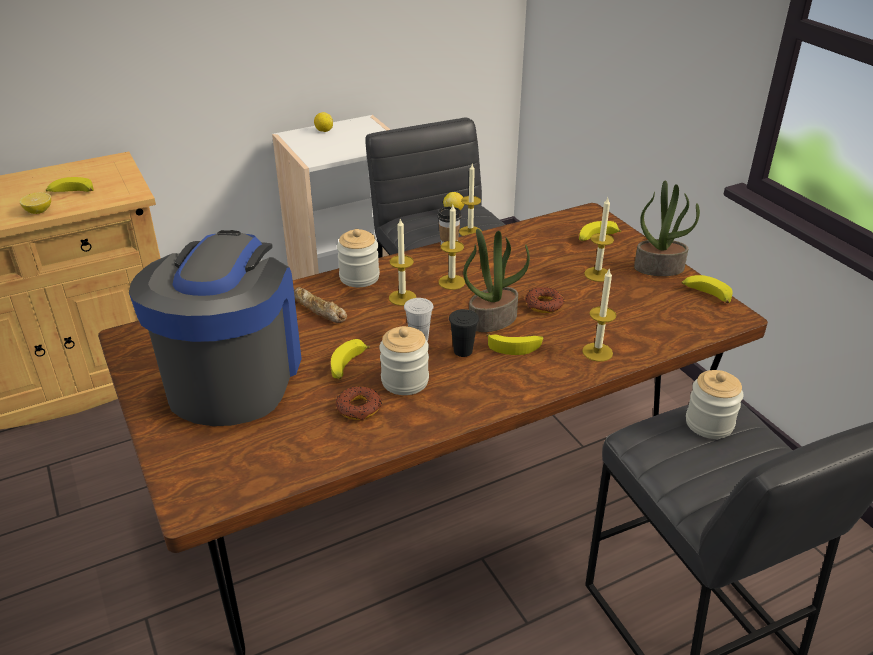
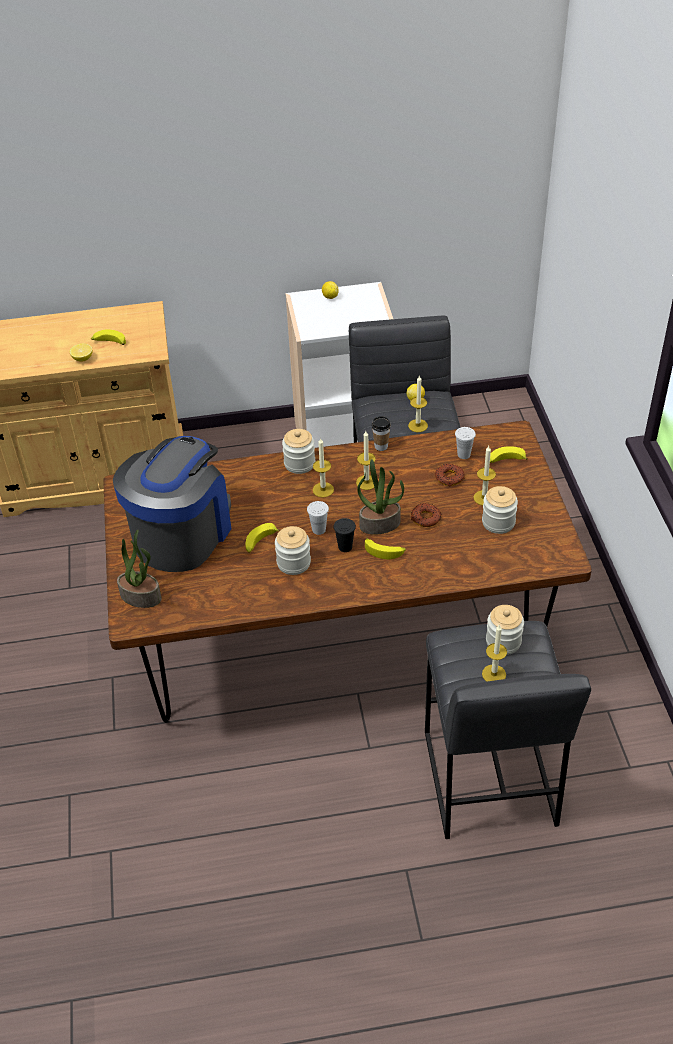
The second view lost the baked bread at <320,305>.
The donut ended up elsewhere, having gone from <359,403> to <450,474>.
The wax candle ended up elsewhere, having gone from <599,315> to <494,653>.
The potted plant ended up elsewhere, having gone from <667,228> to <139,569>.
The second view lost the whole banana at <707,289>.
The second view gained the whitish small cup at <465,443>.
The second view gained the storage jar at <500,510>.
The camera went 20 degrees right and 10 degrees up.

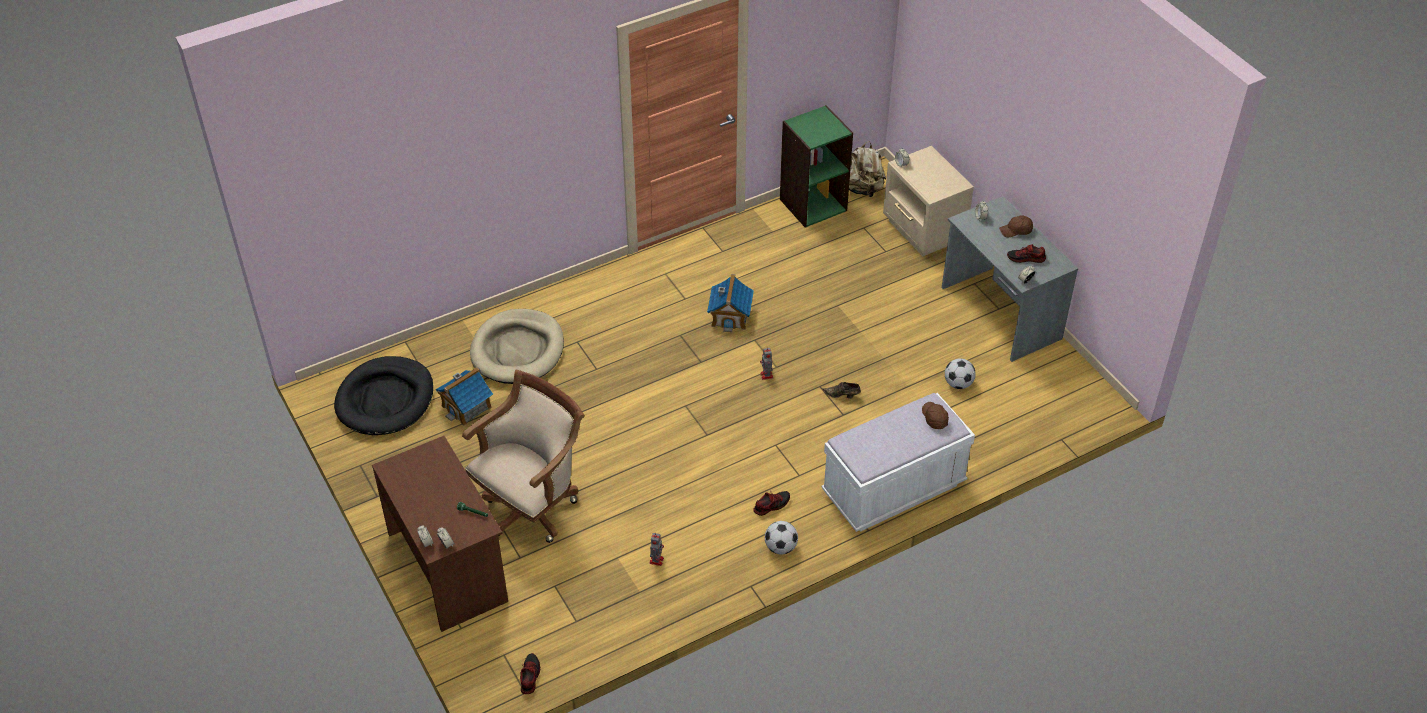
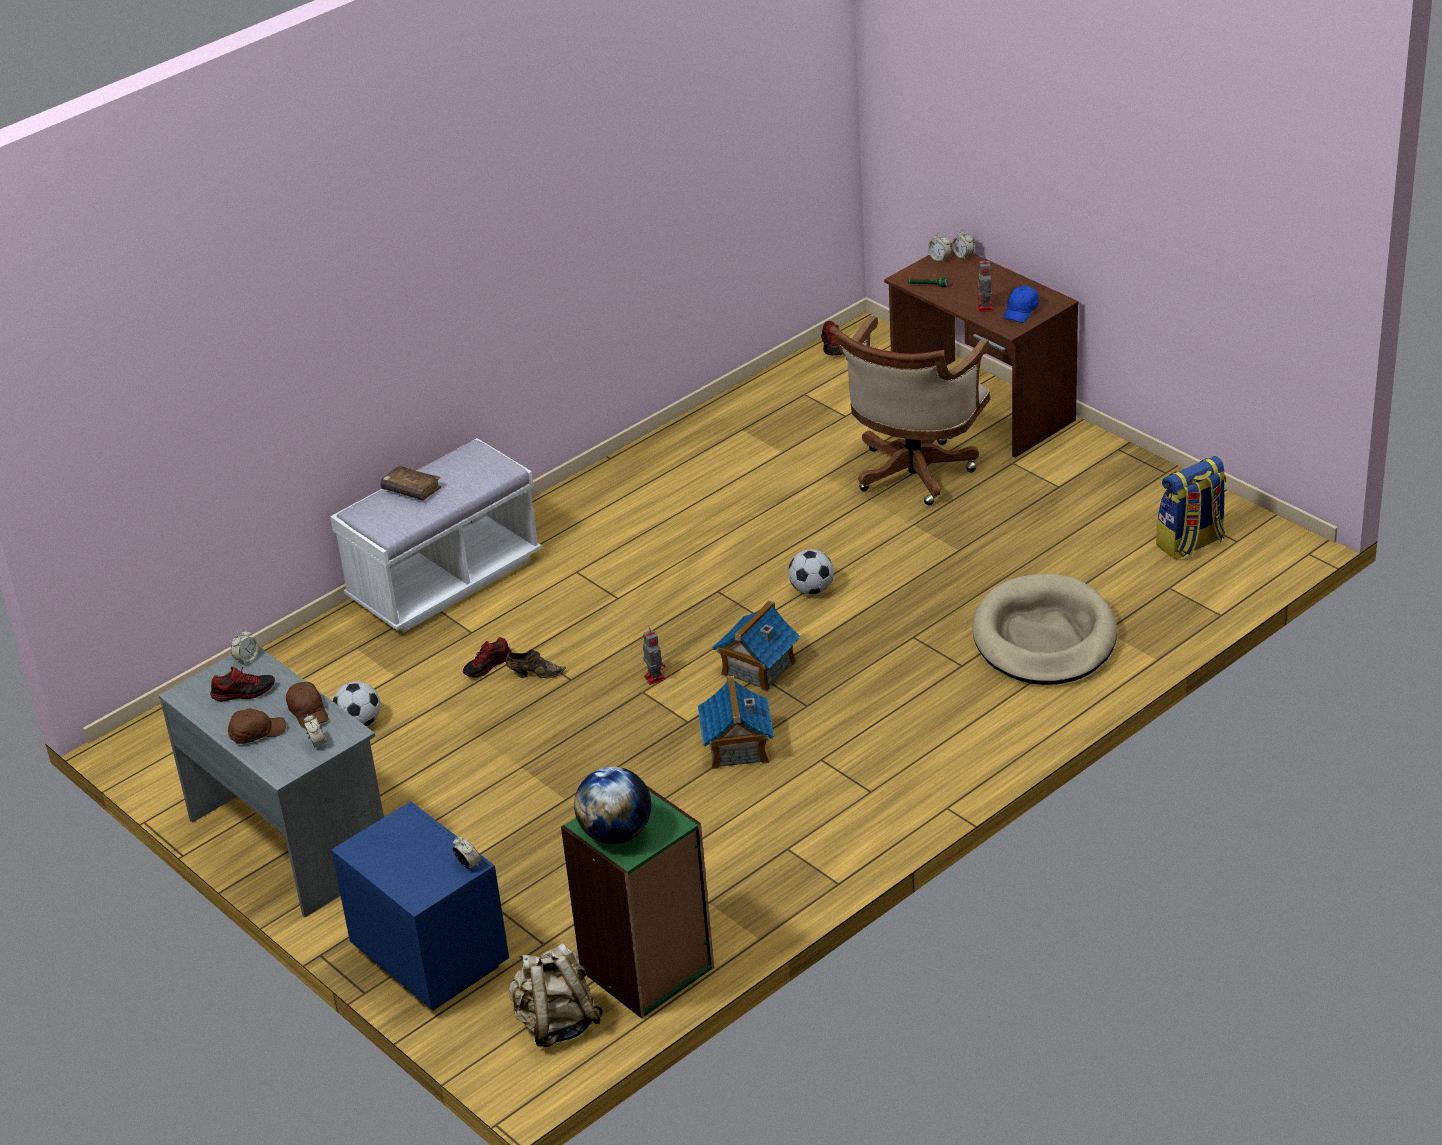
Where the blackish dog bed stood at <383,395>, the backpack came to stand at <1191,508>.
The model house ended up elsewhere, having gone from <464,396> to <756,646>.
The robot figure ended up elsewhere, having gone from <656,549> to <985,286>.
The item of footwear ended up elsewhere, having gone from <771,503> to <487,657>.
The football ball ended up elsewhere, having gone from <781,538> to <811,572>.
What was the sand-coloured nightstand at <928,201> turned into the blue nightstand at <420,906>.
The brown-coloured cap ended up elsewhere, having gone from <935,415> to <307,705>.
The second view gained the brown-coloured book at <411,482>.
The second view gained the globe at <612,805>.
The second view gained the blue cap at <1021,304>.
The camera went 170 degrees right and 10 degrees down.

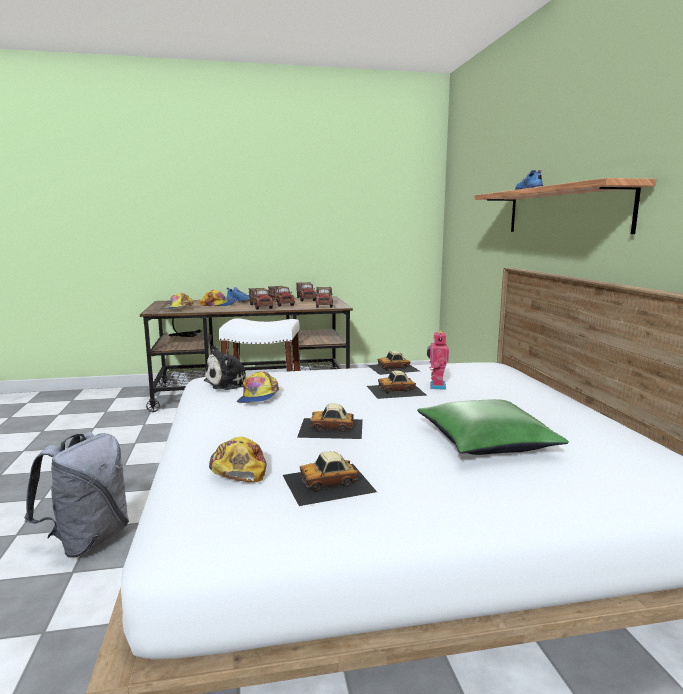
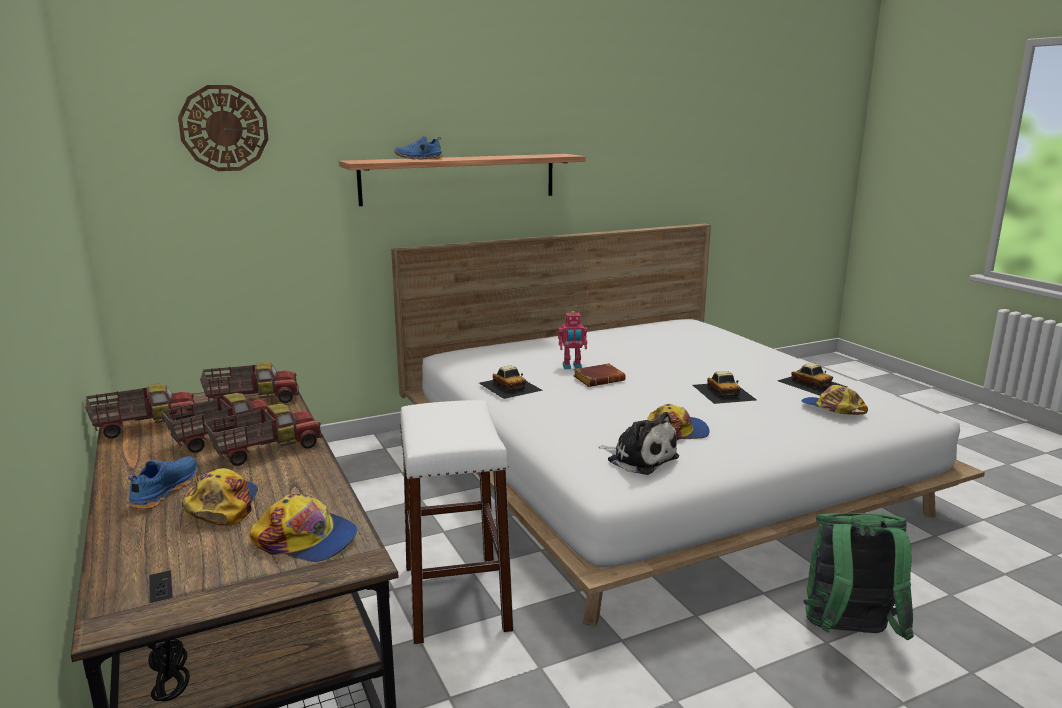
What was the grey backpack at <76,495> turned into the green-coloured backpack at <859,576>.
The cap at <238,460> ended up facing another way, 75 degrees clockwise from before.
Where the toy car stood at <397,385>, the brown-coloured book came to stand at <599,375>.
The second view lost the green-coloured pillow at <493,427>.
The second view gained the hanging clock at <223,128>.
The camera went 105 degrees left and 5 degrees up.

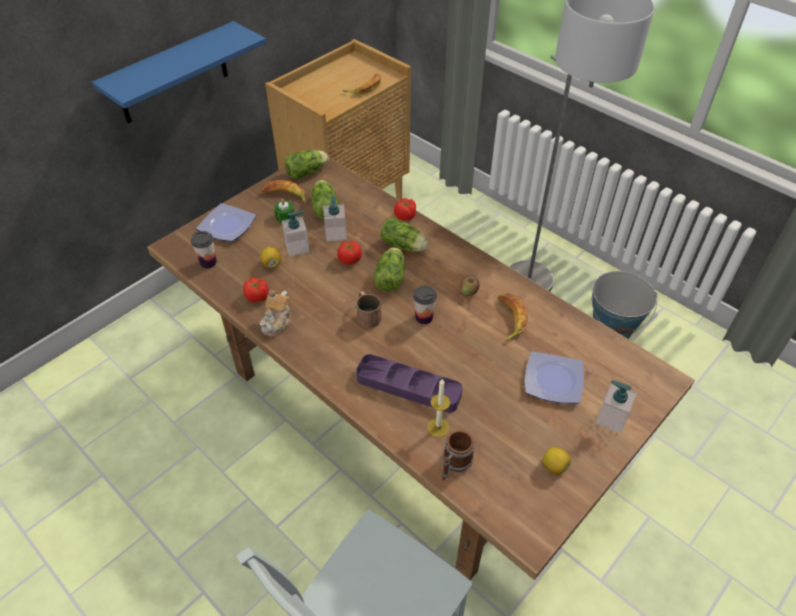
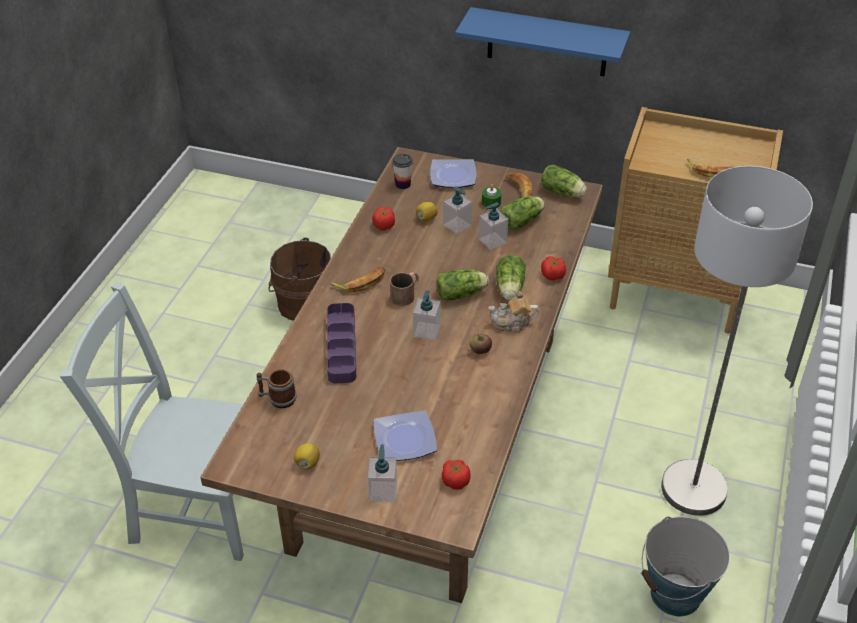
The pot for tea ended up elsewhere, having gone from <275,313> to <513,312>.
The whole tomato ended up elsewhere, having gone from <349,253> to <456,475>.
Where the small cup stood at <425,305>, the soap dispenser came to stand at <426,315>.
The second view lost the wax candle at <438,407>.
The whole banana ended up elsewhere, having gone from <513,317> to <357,279>.
The second view gained the brown-coloured pail at <299,279>.
The camera went 65 degrees right and 5 degrees down.

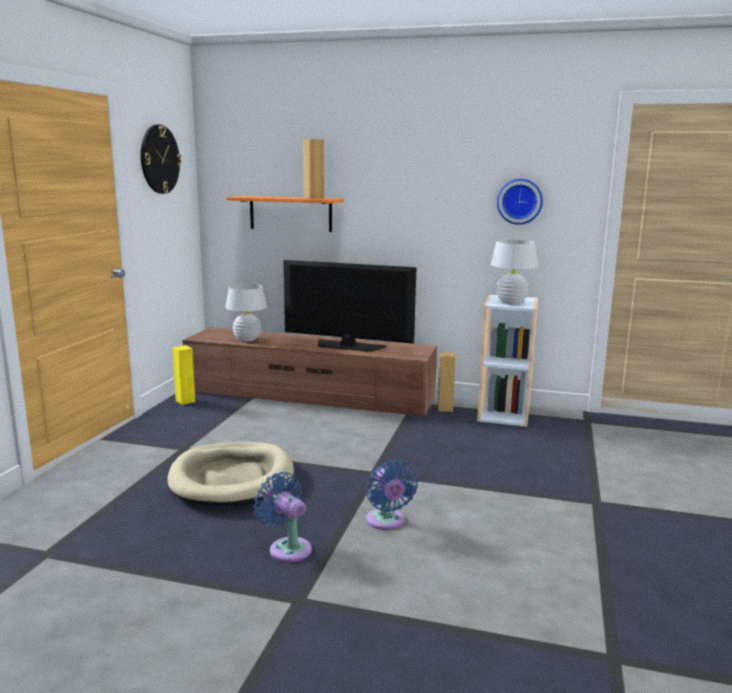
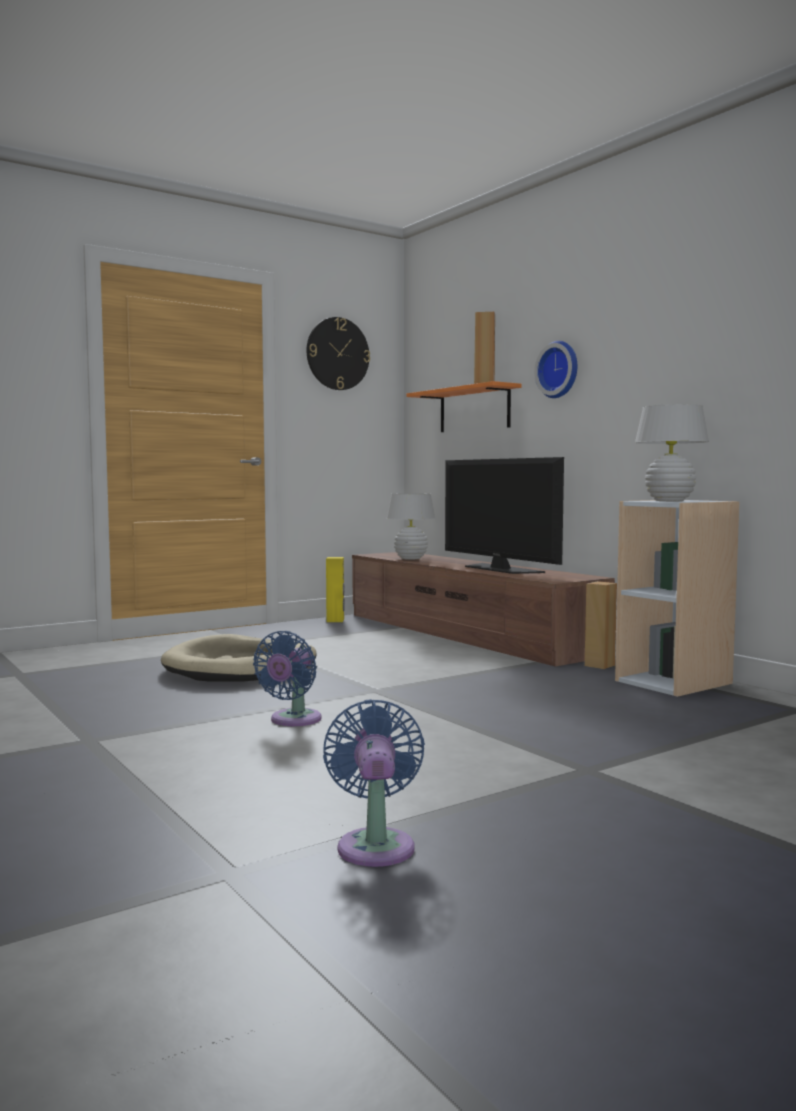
The blue electric fan ended up elsewhere, having gone from <282,517> to <374,783>.
The hanging clock ended up elsewhere, having gone from <520,202> to <555,369>.
The camera went 40 degrees right and 10 degrees down.

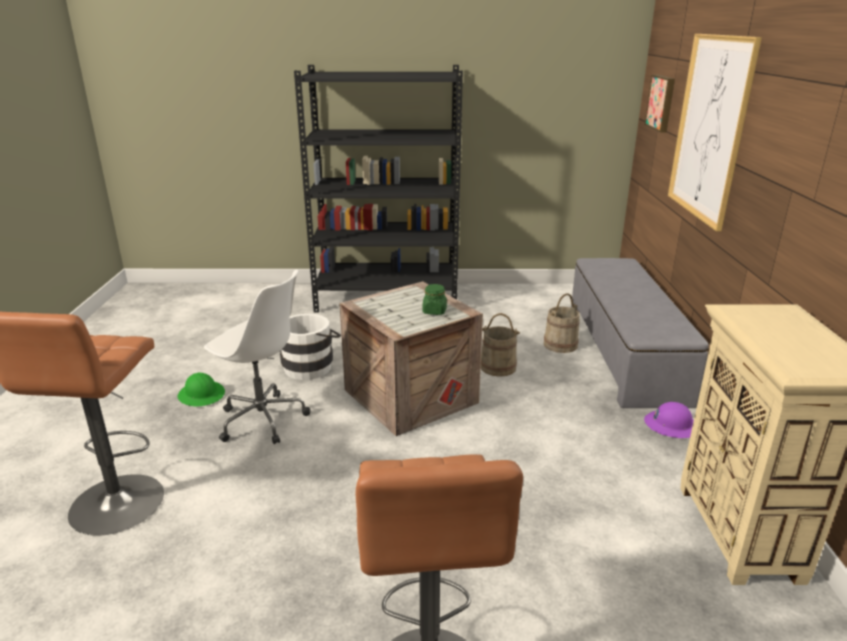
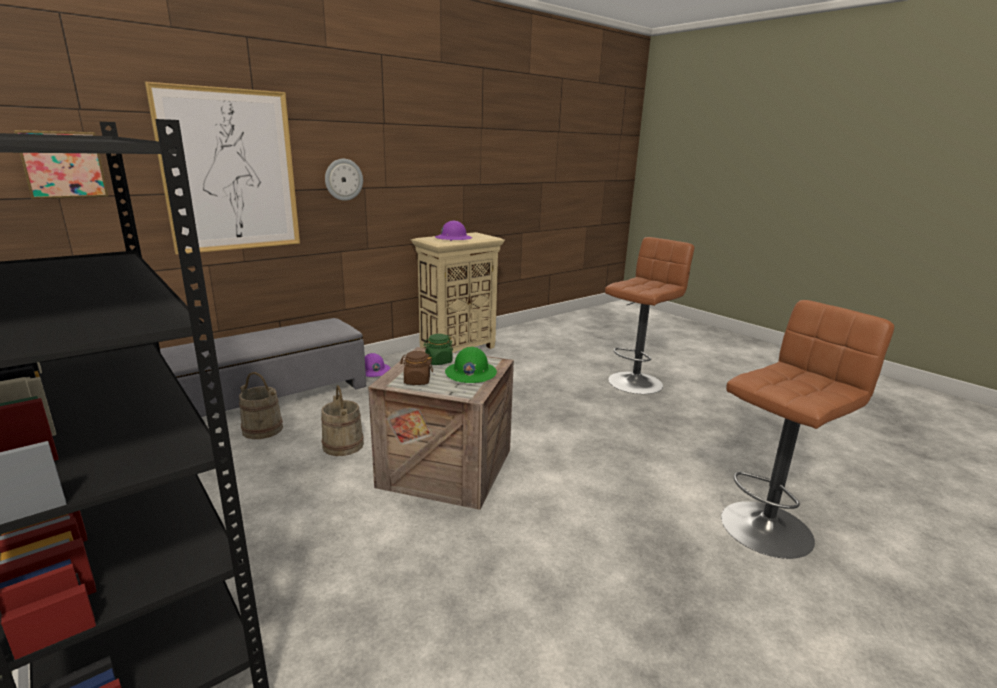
The green-coloured safety helmet ended up elsewhere, having gone from <201,389> to <471,365>.
The second view lost the whitish computer chair at <257,357>.
The second view lost the whitish pail at <310,347>.
The second view gained the hanging clock at <344,180>.
The second view gained the brown-coloured storage jar at <416,368>.
The second view gained the purplish safety helmet at <453,231>.
The camera went 130 degrees left and 5 degrees down.

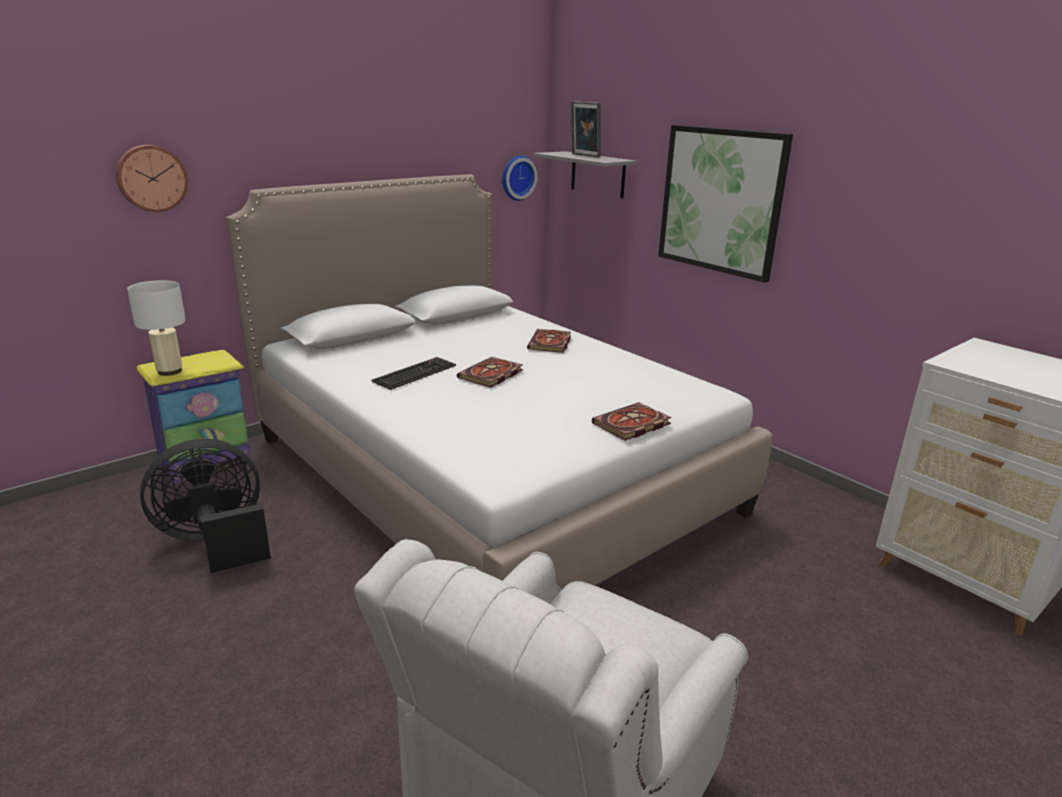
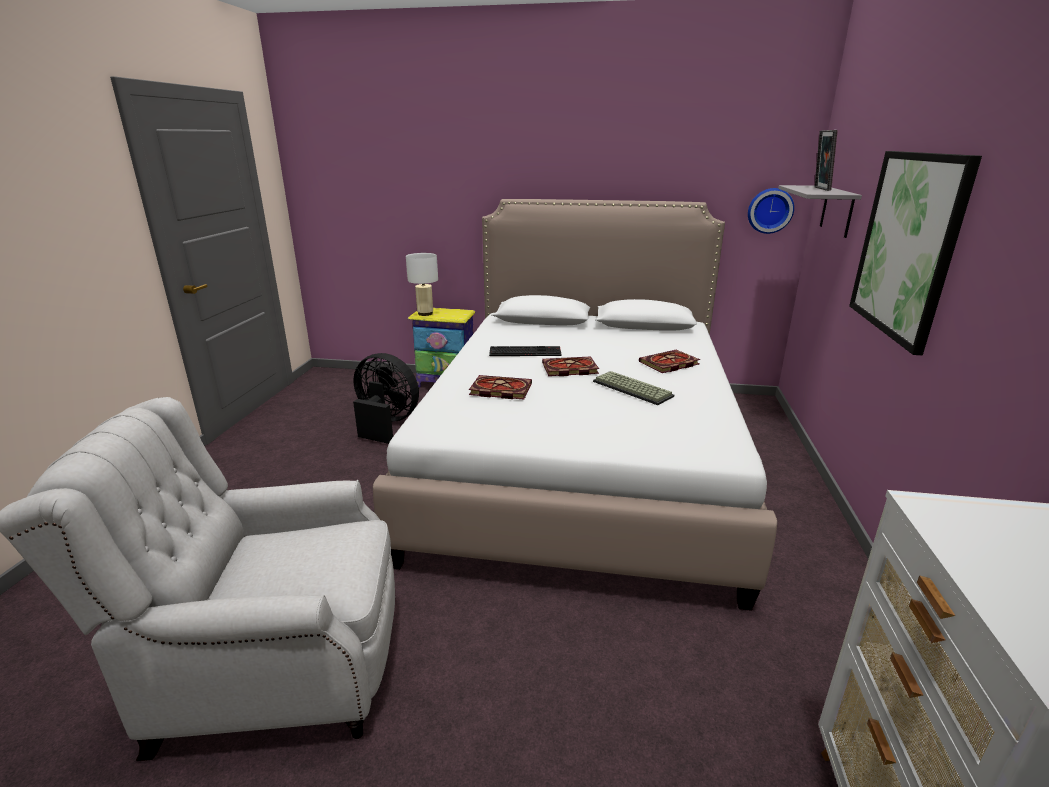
The second view lost the hanging clock at <152,178>.
The book ended up elsewhere, having gone from <632,421> to <500,387>.
The second view gained the PC keyboard at <633,388>.
The camera went 50 degrees right and 0 degrees up.

